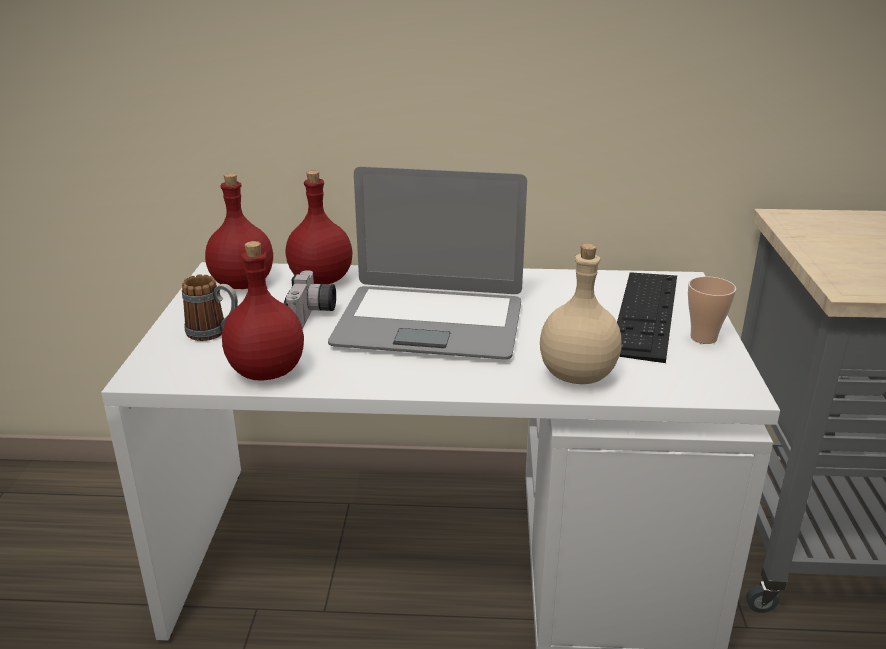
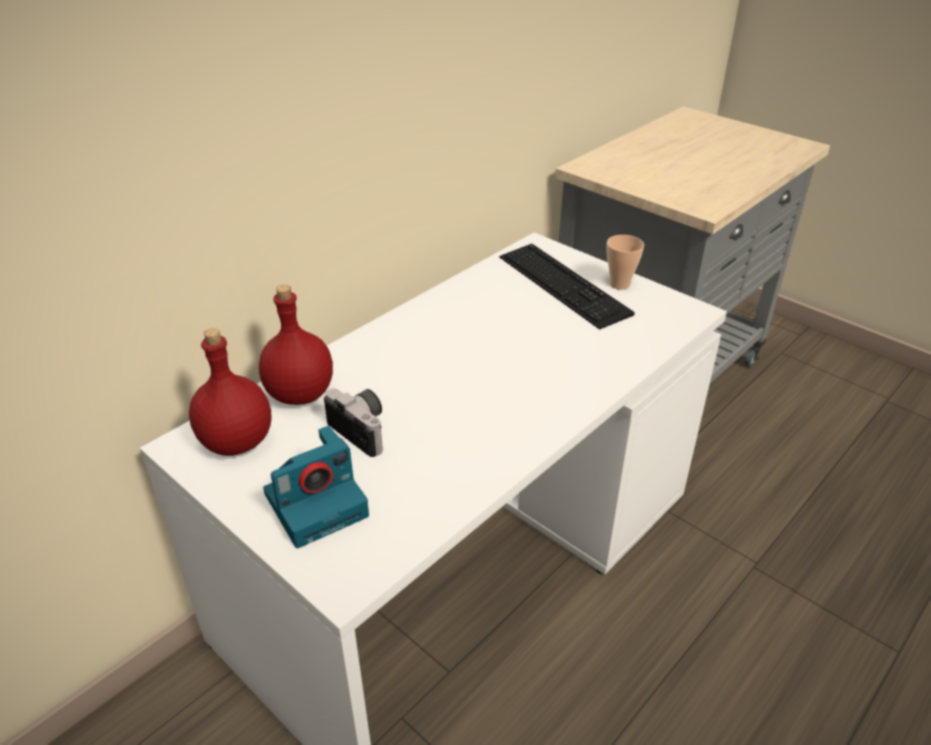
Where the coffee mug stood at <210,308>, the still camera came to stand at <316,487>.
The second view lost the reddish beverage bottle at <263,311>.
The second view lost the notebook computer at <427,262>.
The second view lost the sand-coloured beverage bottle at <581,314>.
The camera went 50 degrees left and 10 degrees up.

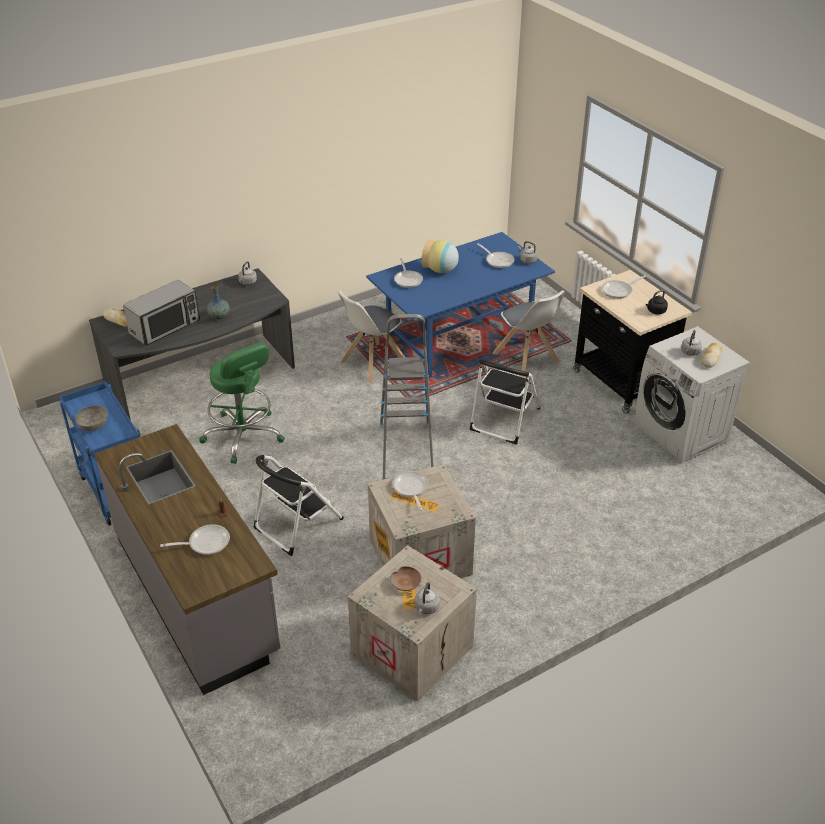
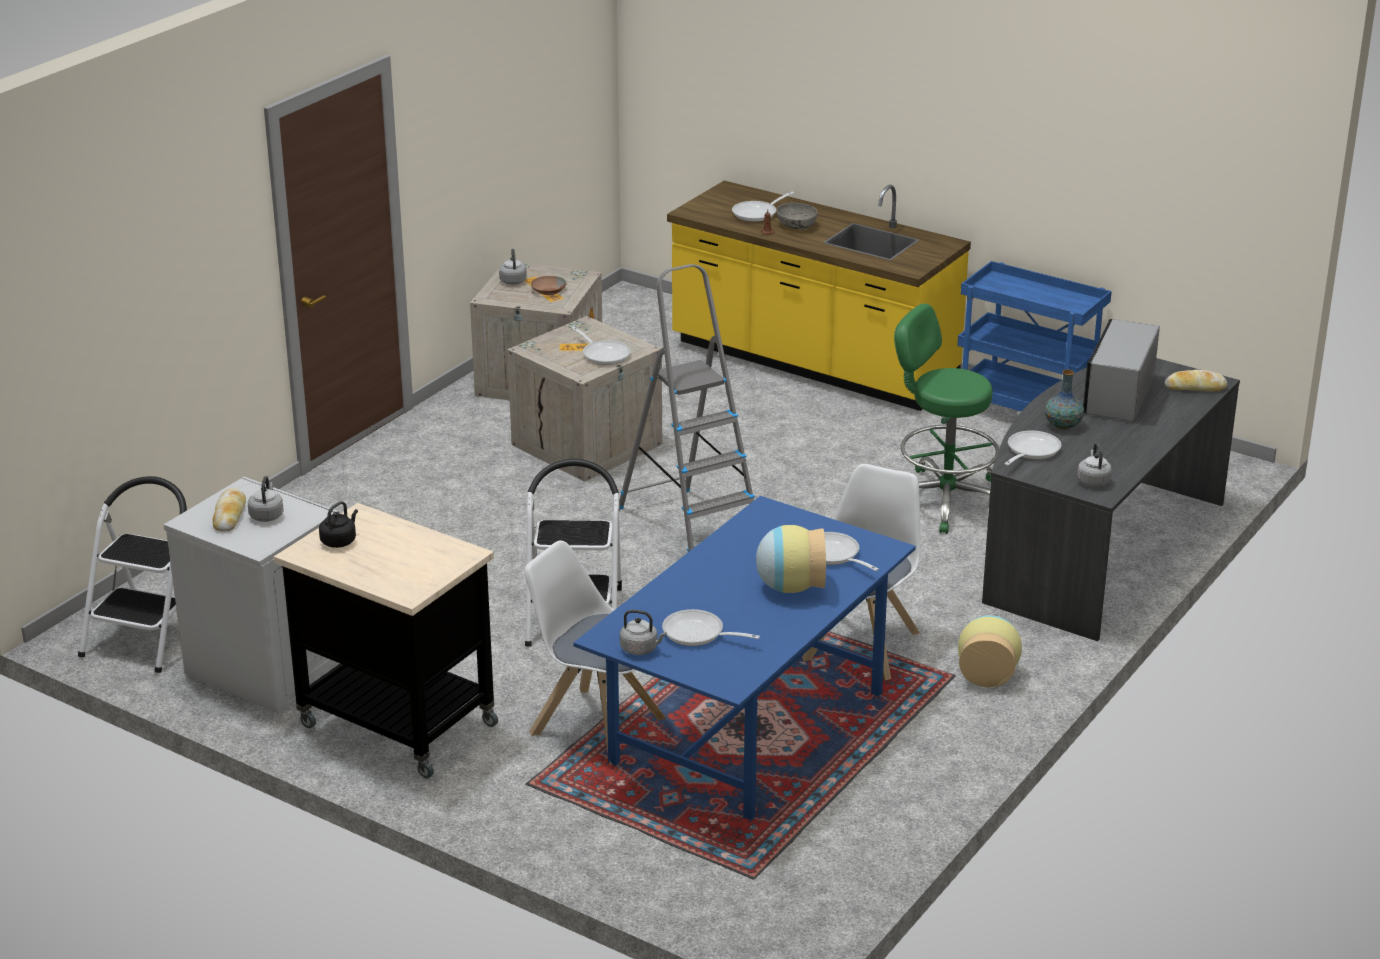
The grey deep dish ended up elsewhere, having gone from <91,418> to <797,215>.
What was the grey kitchen base unit at <187,559> turned into the yellow-coloured kitchen base unit at <819,296>.
The step ladder ended up elsewhere, having gone from <299,505> to <132,574>.
The pan ended up elsewhere, having gone from <624,287> to <1032,447>.
The second view gained the flower vase at <990,651>.
The camera went 155 degrees right and 10 degrees down.

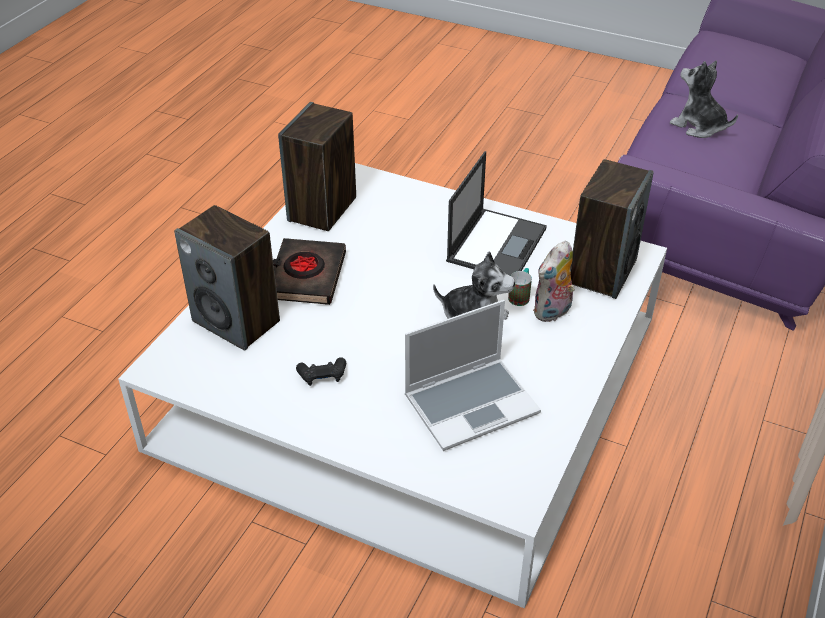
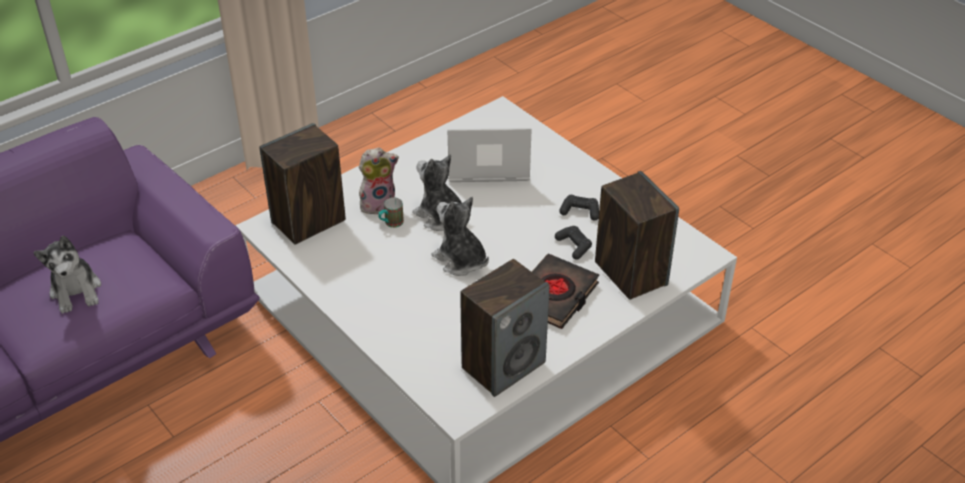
The second view lost the notebook computer at <496,213>.
The second view gained the cuddly toy at <460,236>.
The second view gained the blackish game controller at <573,243>.
The camera went 155 degrees left and 0 degrees up.

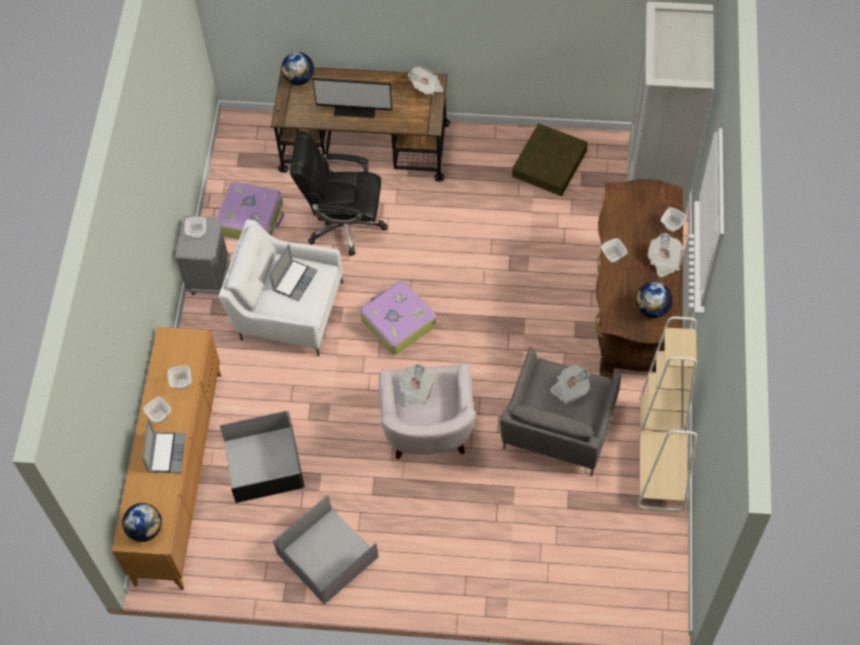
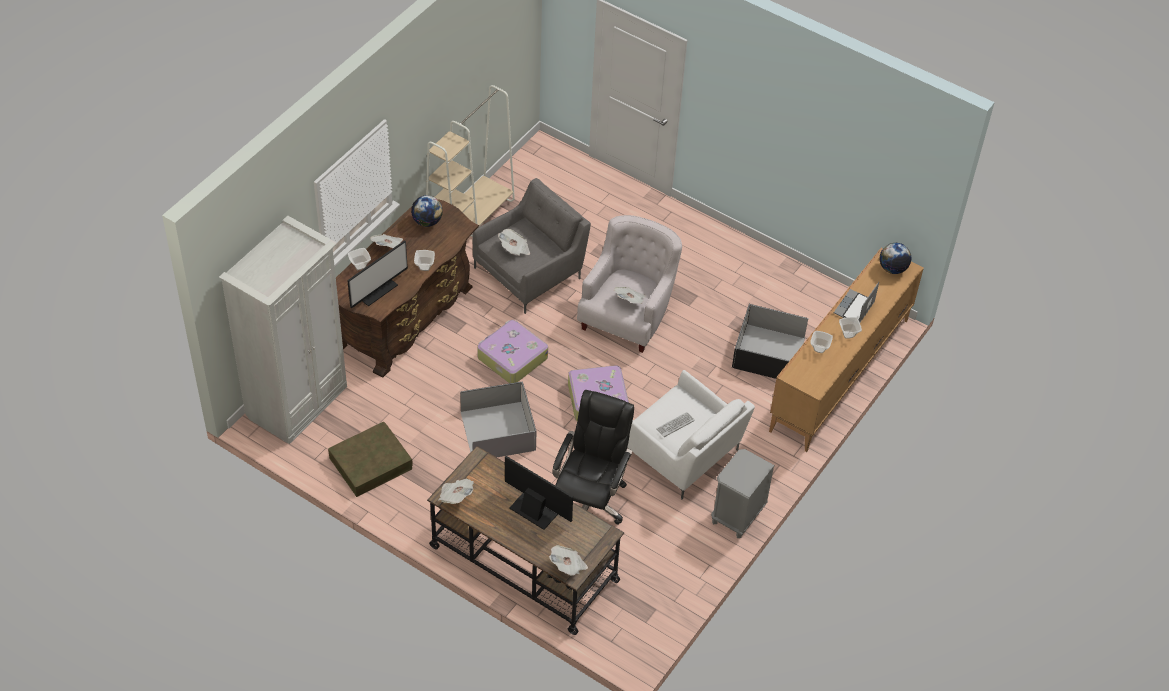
The second view lost the deep dish at <195,228>.
The travel case ended up elsewhere, having gone from <251,210> to <512,351>.
Where the notebook computer stood at <293,272>, the PC keyboard came to stand at <675,424>.
The grey storage bin ended up elsewhere, having gone from <326,549> to <498,419>.
Where the globe stood at <297,68>, the daily paper came to stand at <568,560>.
The blackish computer chair at <339,193> ended up facing another way, 105 degrees counterclockwise from before.
The second view gained the monitor at <377,274>.
The camera went 155 degrees left and 10 degrees down.

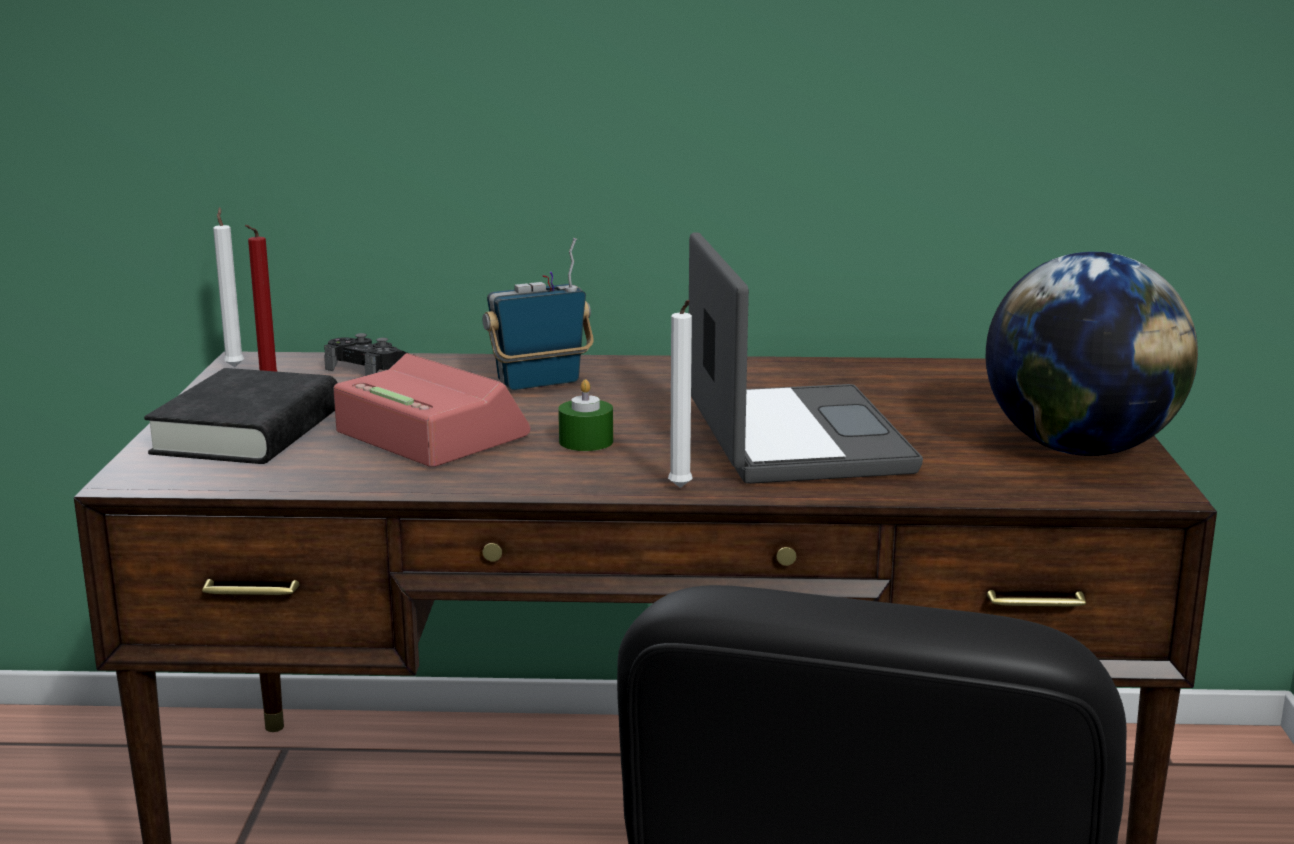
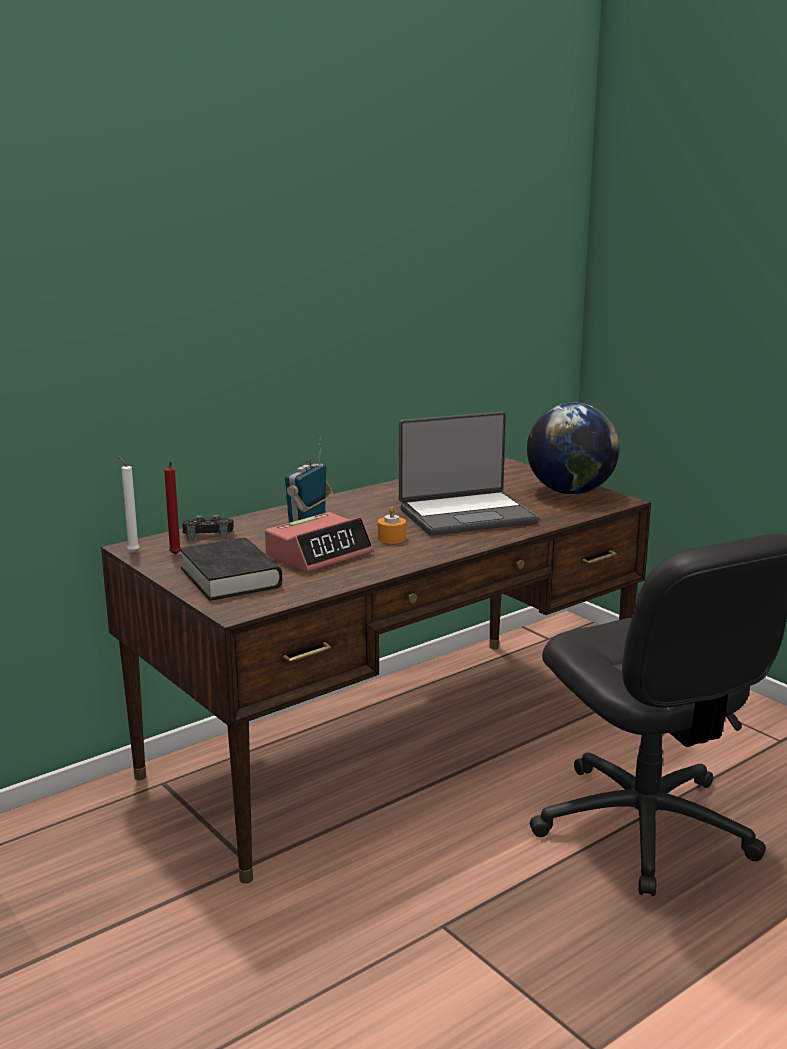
The alarm clock at <431,410> ended up facing another way, 135 degrees clockwise from before.
What was the green-coloured wax candle at <585,415> turned into the orange-coloured wax candle at <392,525>.
The second view lost the whitish wax candle at <680,394>.
The notebook computer at <806,358> ended up facing another way, 120 degrees clockwise from before.
The camera went 40 degrees left and 0 degrees up.

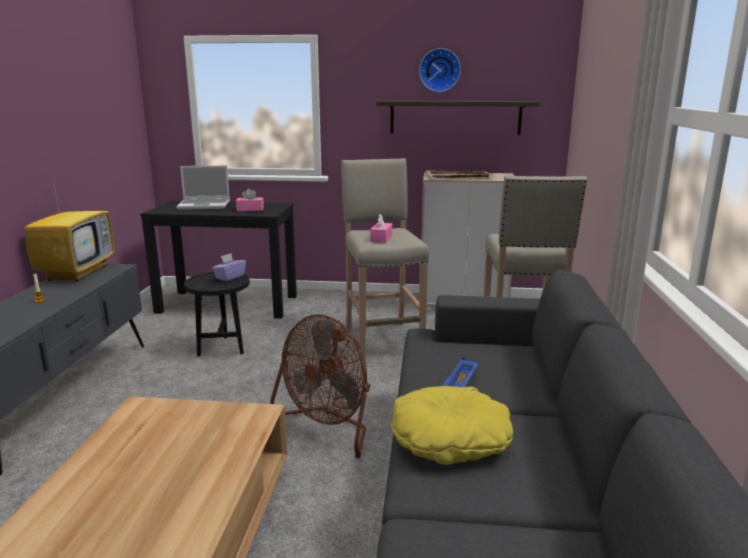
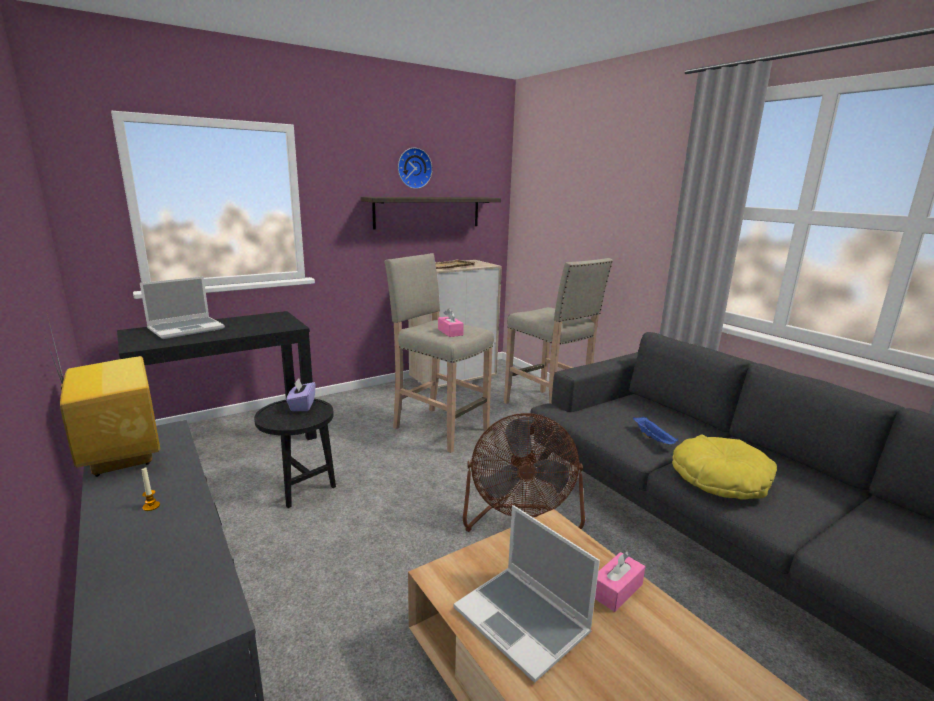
The pink-coloured box of tissues ended up elsewhere, having gone from <250,199> to <620,581>.
The second view gained the notebook computer at <526,594>.
The camera went 40 degrees left and 0 degrees up.

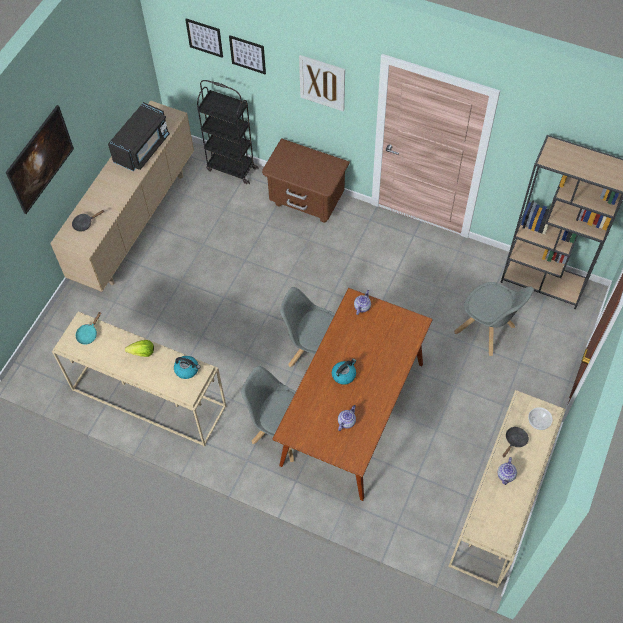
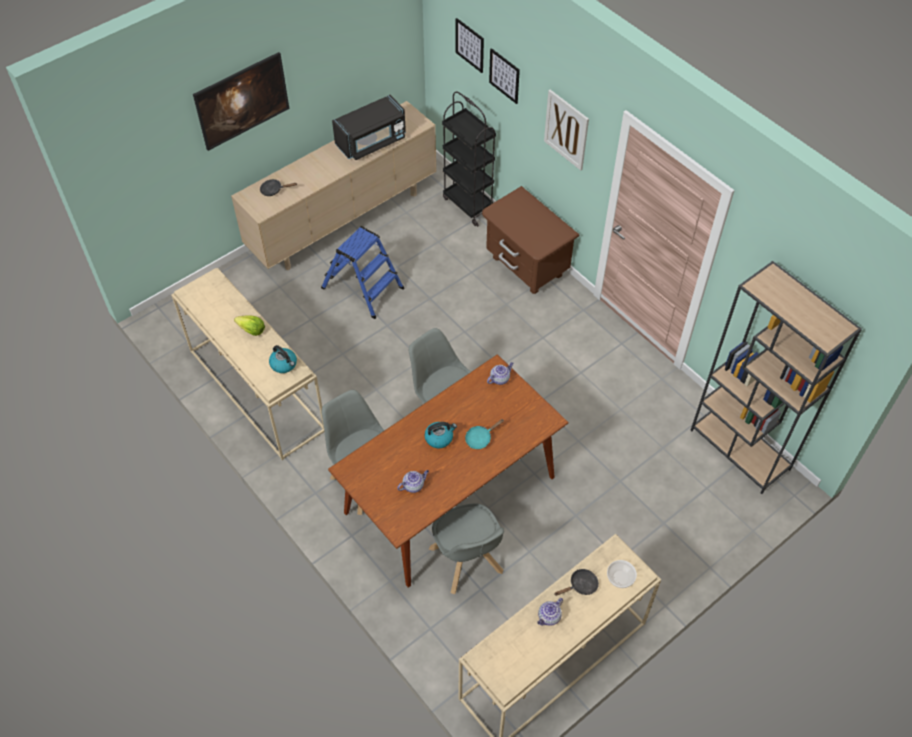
The blue-green pan ended up elsewhere, having gone from <88,328> to <484,434>.
The grey chair ended up elsewhere, having gone from <494,319> to <466,549>.
The second view gained the blue step ladder at <362,272>.
The camera went 25 degrees right and 5 degrees down.

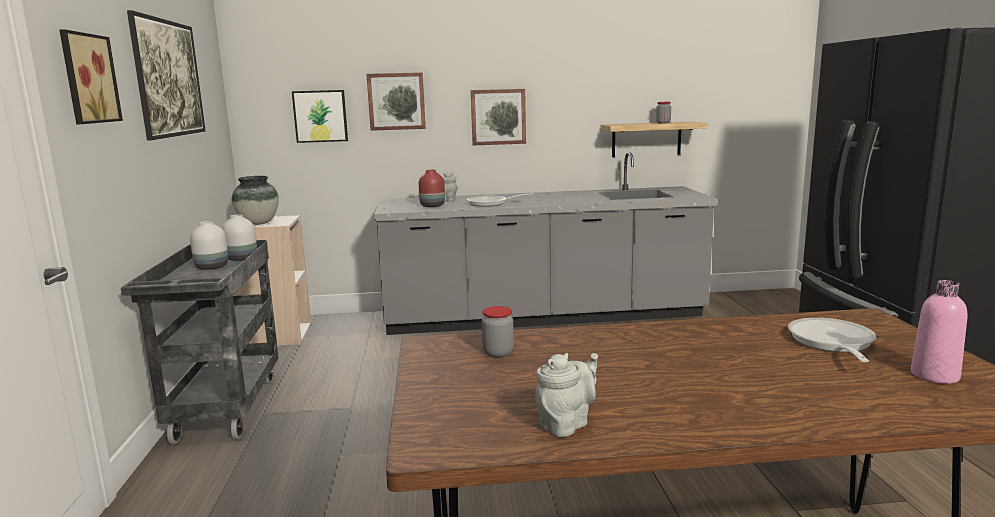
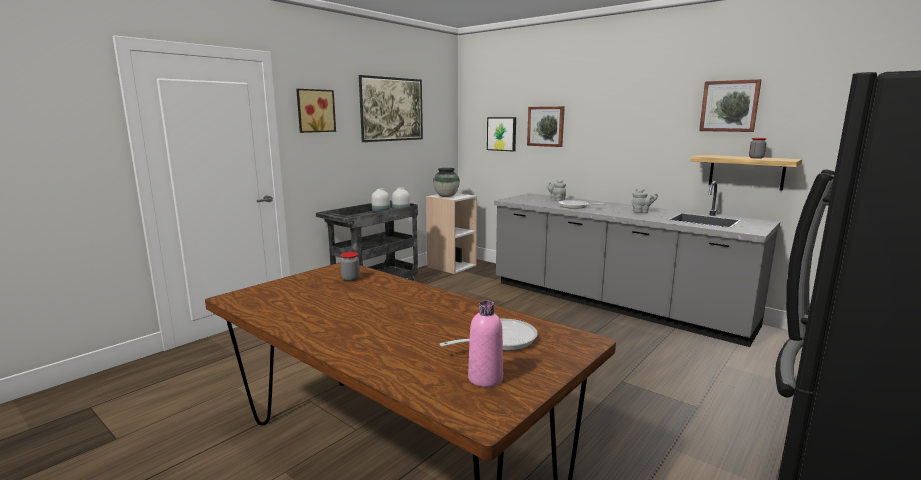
The second view lost the reddish flower vase at <432,188>.
The wall art ended up elsewhere, having gone from <498,117> to <730,105>.
The grey pot for tea ended up elsewhere, having gone from <566,395> to <645,200>.
The camera went 45 degrees right and 0 degrees up.

